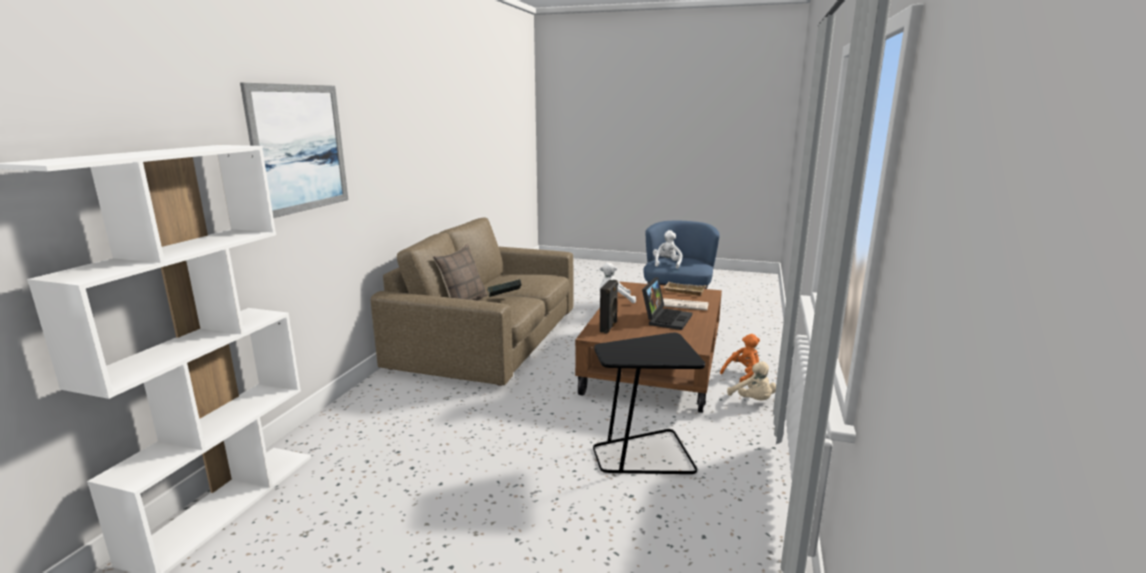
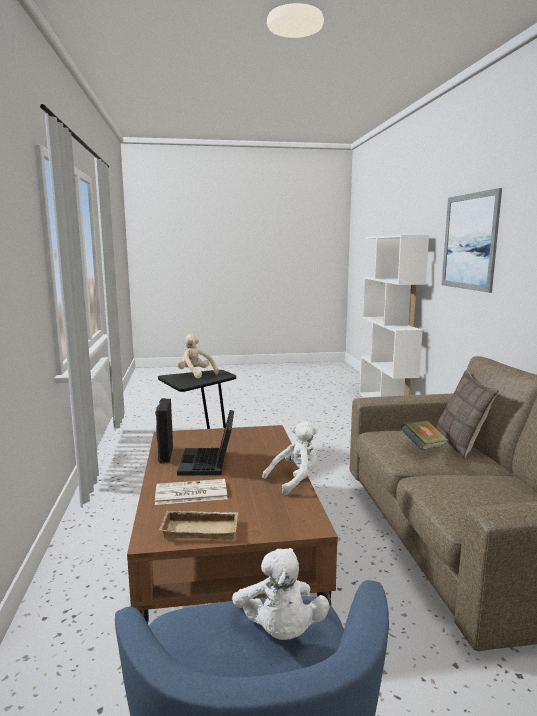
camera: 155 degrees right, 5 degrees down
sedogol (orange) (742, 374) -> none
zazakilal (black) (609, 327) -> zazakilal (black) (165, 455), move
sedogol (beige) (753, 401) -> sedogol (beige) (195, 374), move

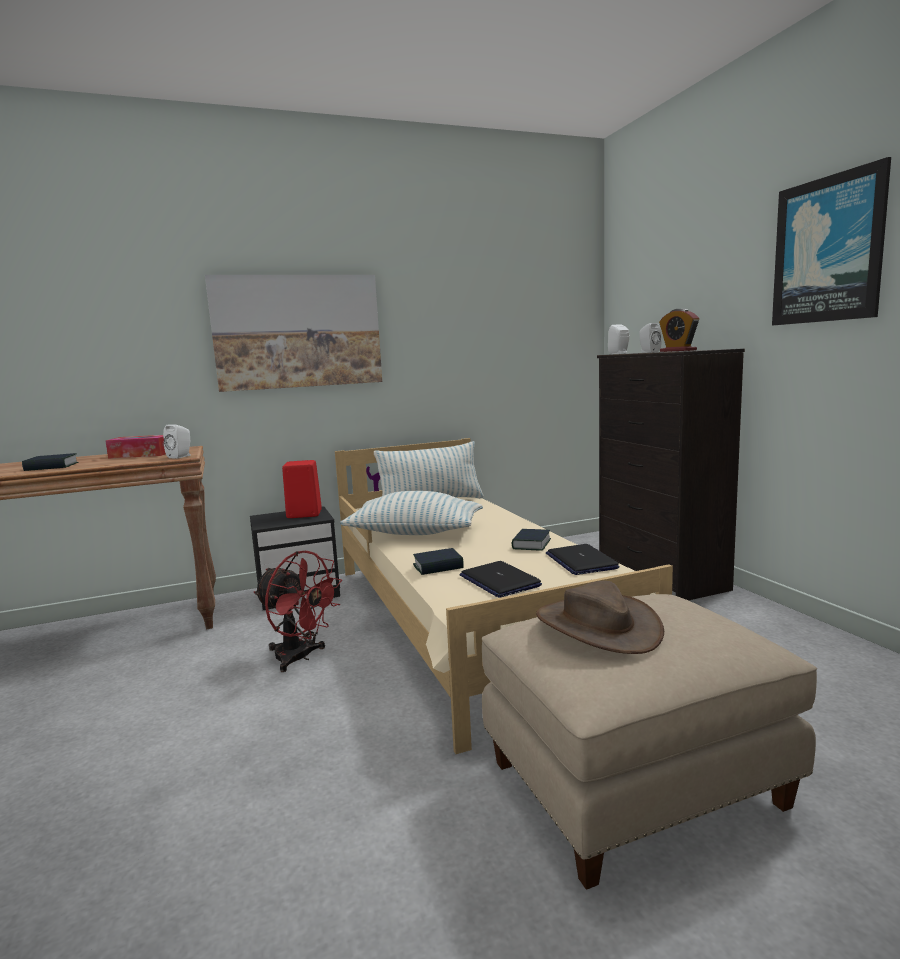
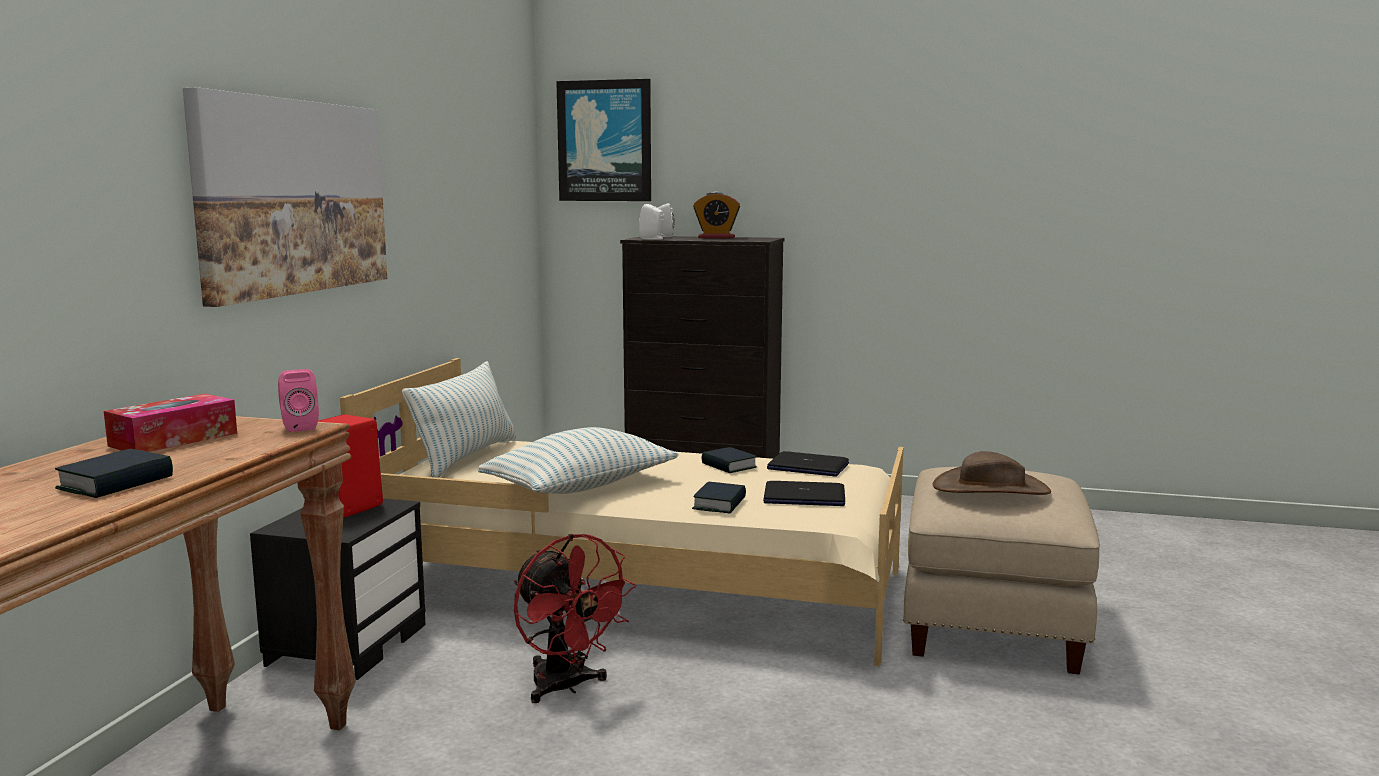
camera: 55 degrees left, 0 degrees up
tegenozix (828, 250) -> tegenozix (605, 141), move
zazakilal (white) (181, 456) -> zazakilal (pink) (298, 427)
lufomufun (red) (300, 658) -> lufomufun (red) (566, 687), 75 degrees clockwise

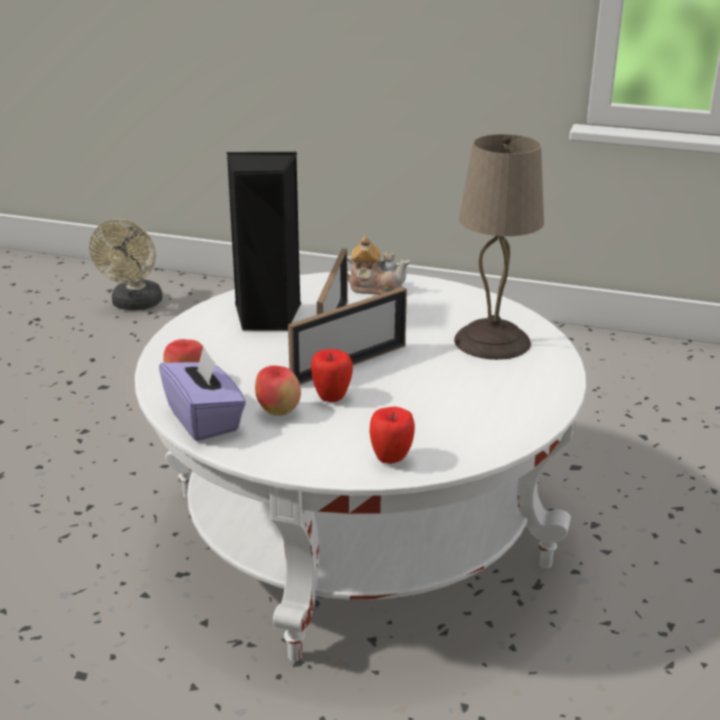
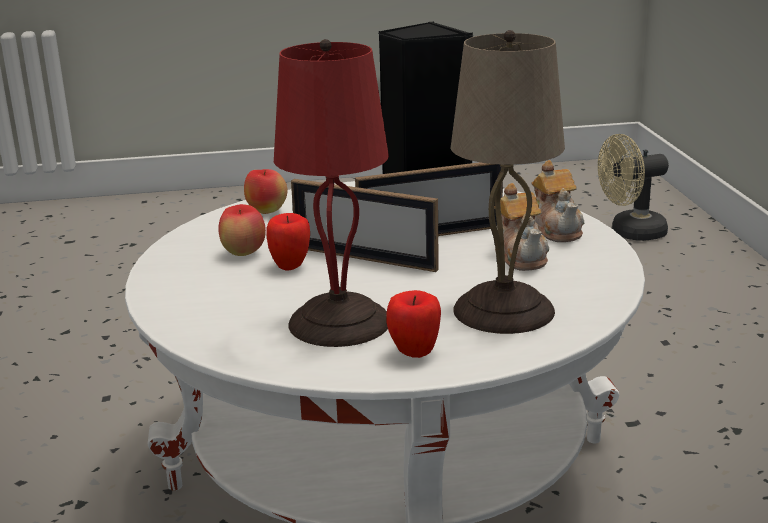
camera: 65 degrees right, 5 degrees down
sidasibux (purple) (204, 419) -> none
none -> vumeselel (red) (337, 322)
none -> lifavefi (521, 256)
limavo (391, 459) -> limavo (414, 353), move

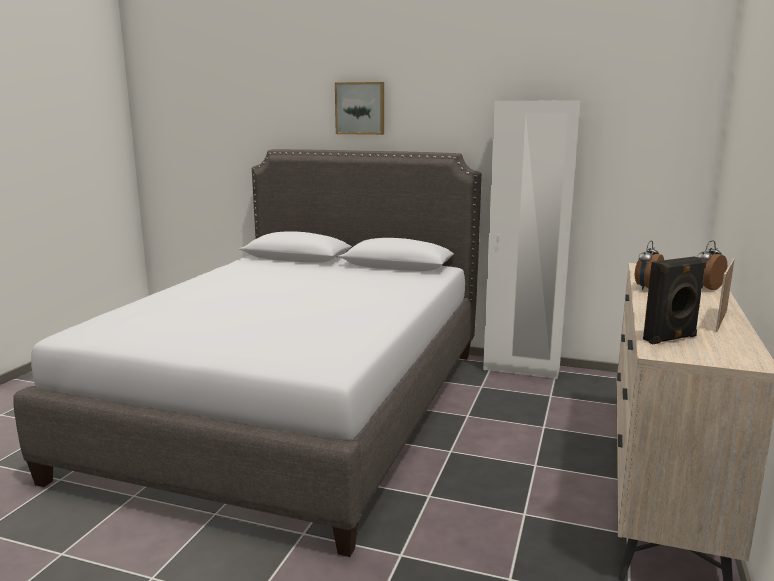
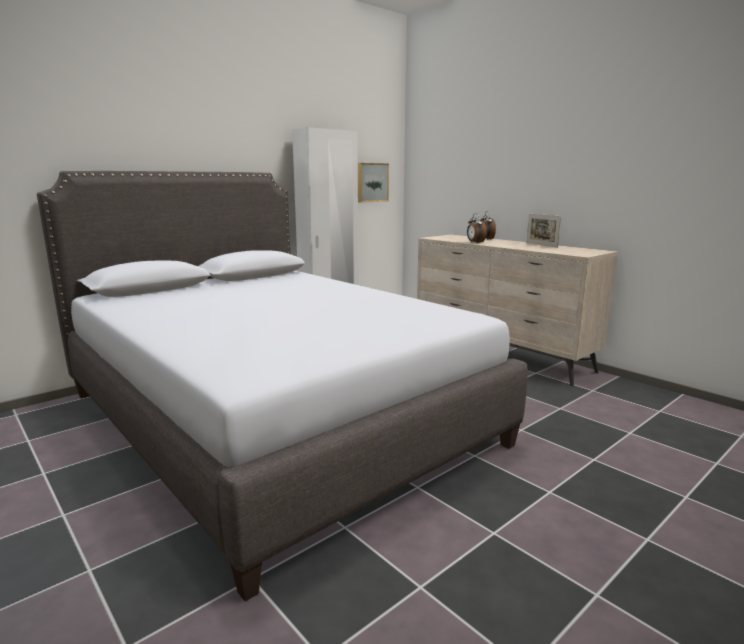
camera: 60 degrees left, 0 degrees up
zazakilal (black) (671, 338) -> none
tegenozix (360, 108) -> tegenozix (371, 182), move

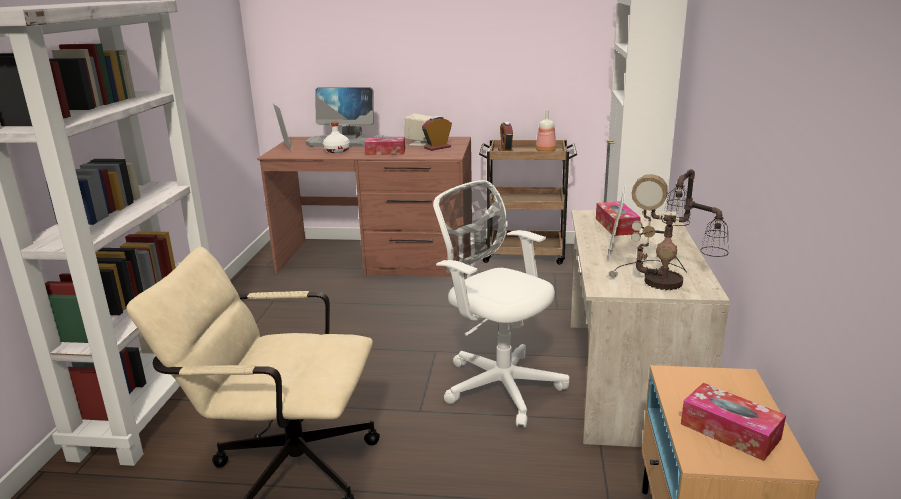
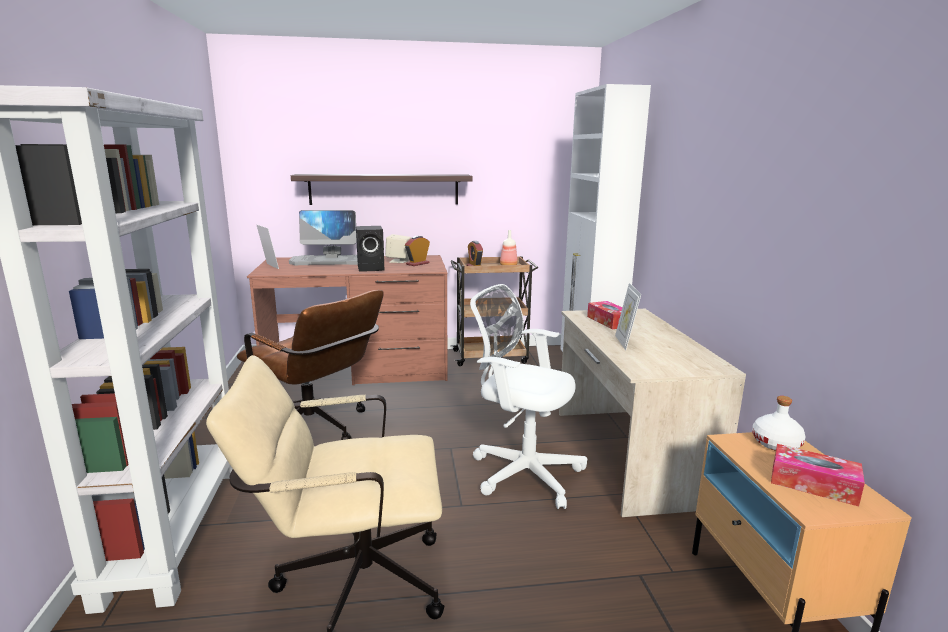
camera: 15 degrees left, 5 degrees down
vumeselel (665, 283) -> none
none -> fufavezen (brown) (317, 429)
none -> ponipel (384, 189)
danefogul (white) (337, 151) -> danefogul (white) (776, 443), move
sidasibux (385, 152) -> zazakilal (black) (372, 268)

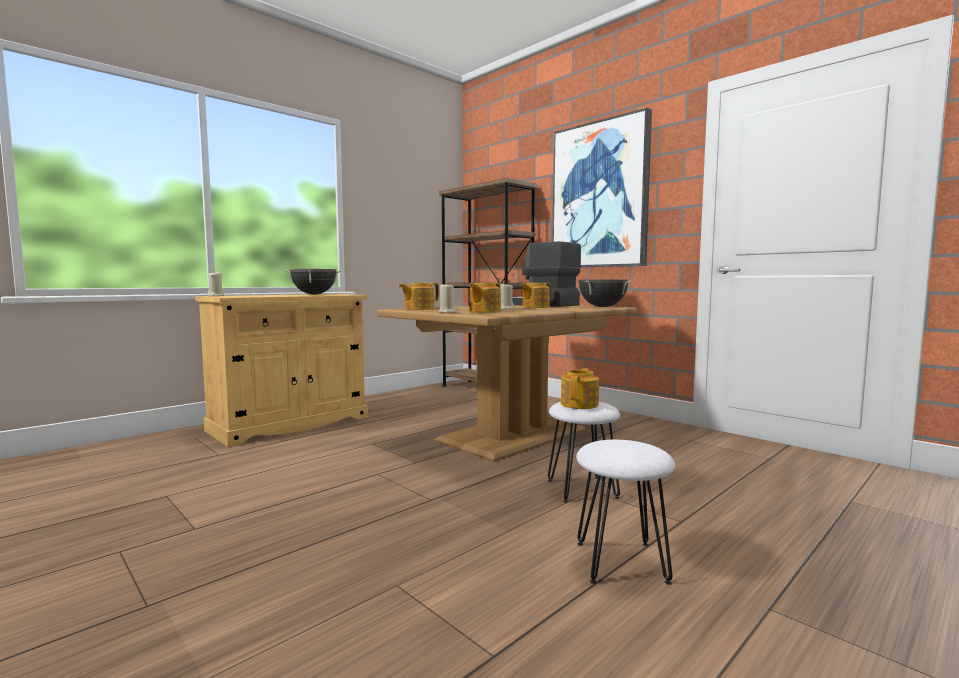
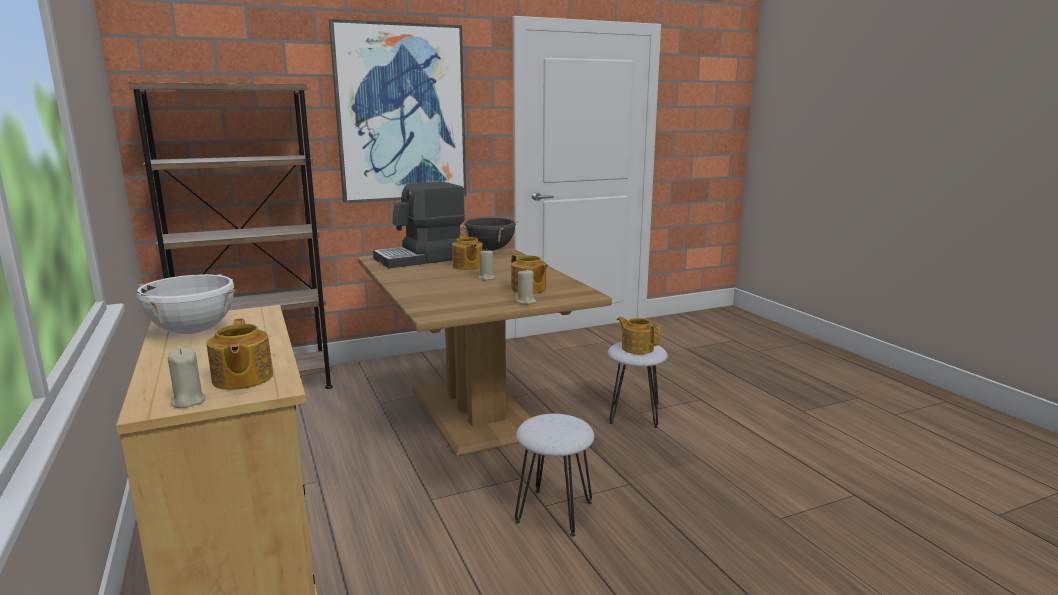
camera: 70 degrees left, 10 degrees up
lifavefi (419, 309) -> lifavefi (242, 379), move
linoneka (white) (620, 562) -> linoneka (white) (553, 512), move
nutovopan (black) (314, 294) -> nutovopan (white) (192, 331)

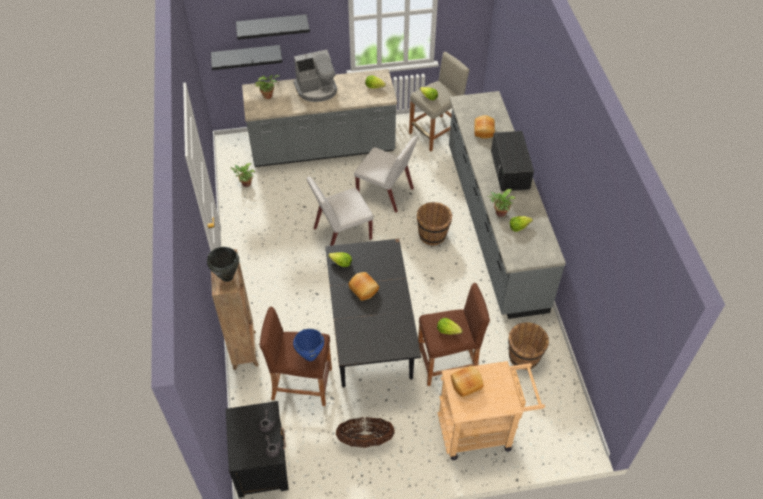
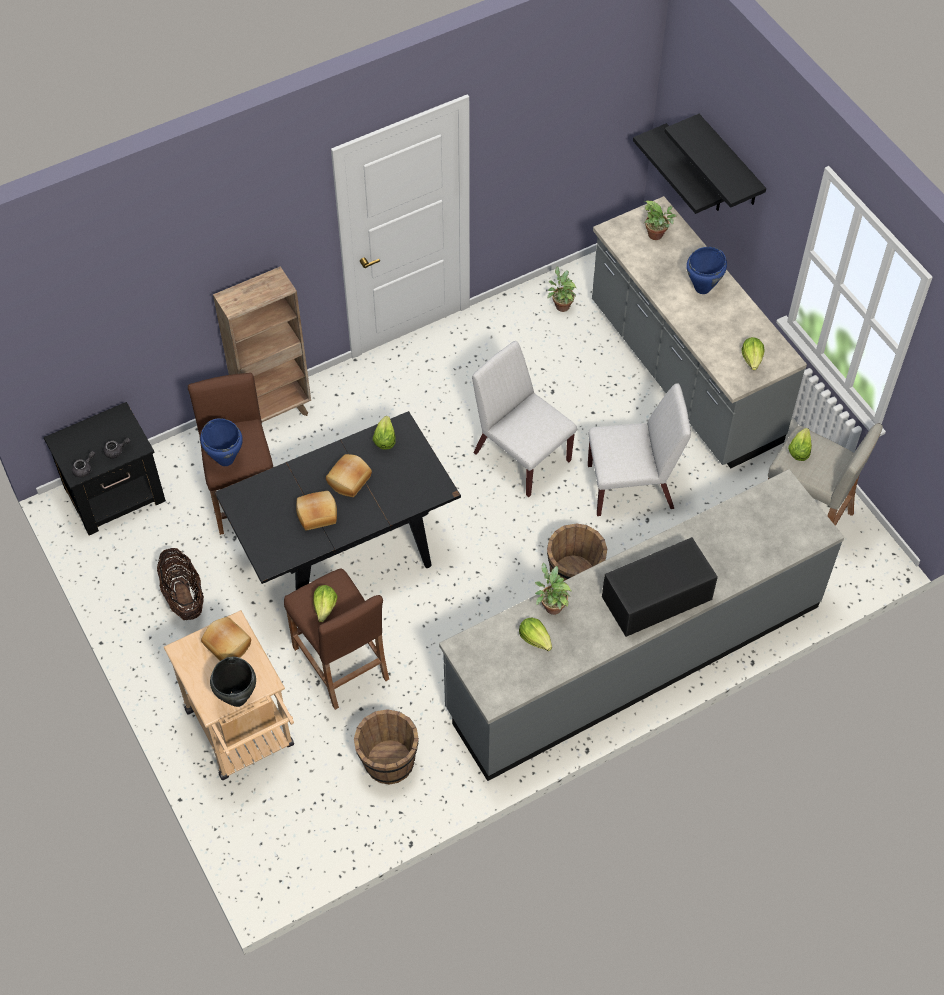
camera: 70 degrees right, 5 degrees up
nutovopan (black) (227, 277) -> nutovopan (black) (237, 699), move
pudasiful (483, 131) -> pudasiful (317, 514), move
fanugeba (317, 89) -> nutovopan (blue) (703, 288)
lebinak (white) (386, 193) -> lebinak (white) (631, 486), 105 degrees counterclockwise

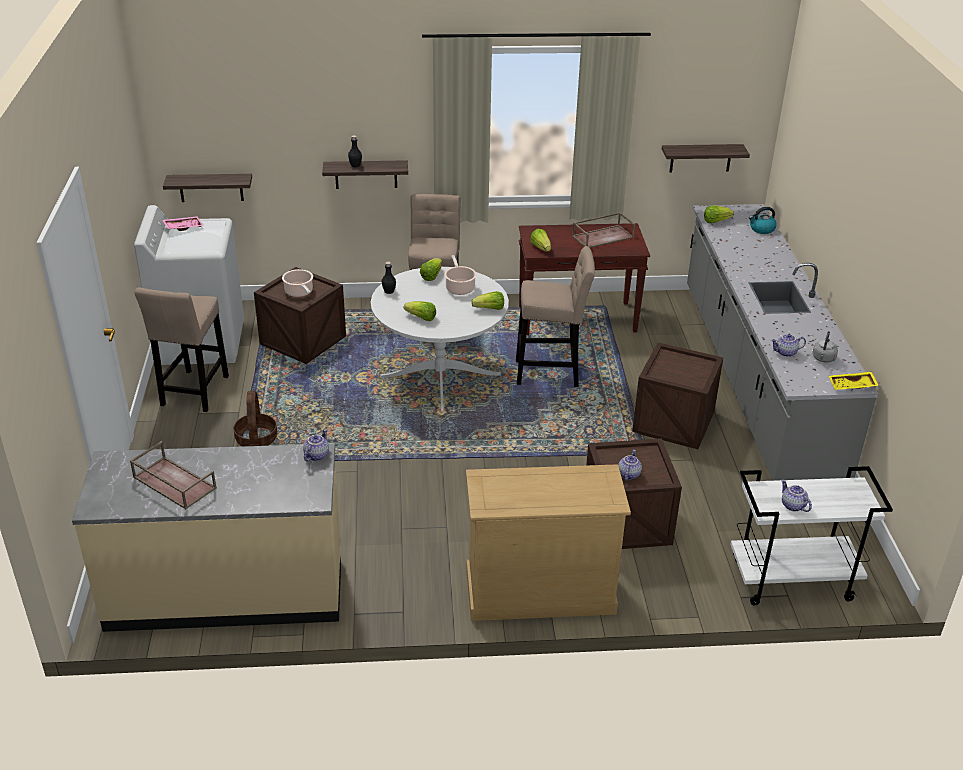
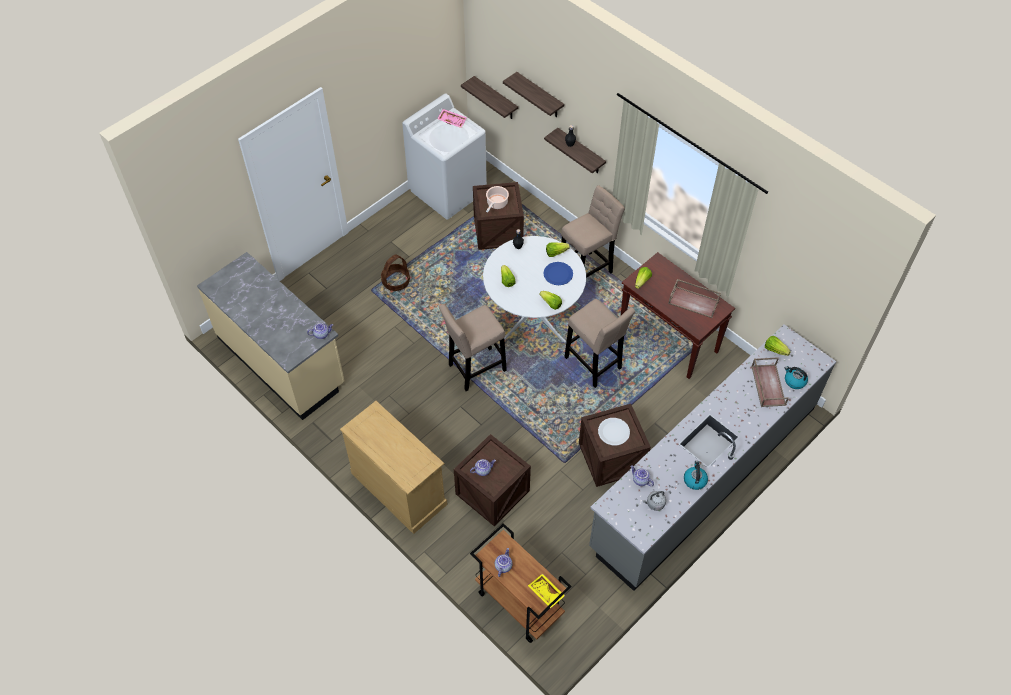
camera: 50 degrees right, 20 degrees up
none -> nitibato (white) (613, 432)
none -> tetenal (694, 480)
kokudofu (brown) (173, 483) -> kokudofu (brown) (767, 385), move
linoneka (beige) (193, 393) -> linoneka (beige) (474, 369), move
ponipel (700, 158) -> ponipel (539, 96), move
kokudofu (yellow) (852, 386) -> kokudofu (yellow) (545, 593), move
nutovopan (459, 287) -> nitibato (blue) (558, 274)
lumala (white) (791, 581) -> lumala (brown) (518, 603)

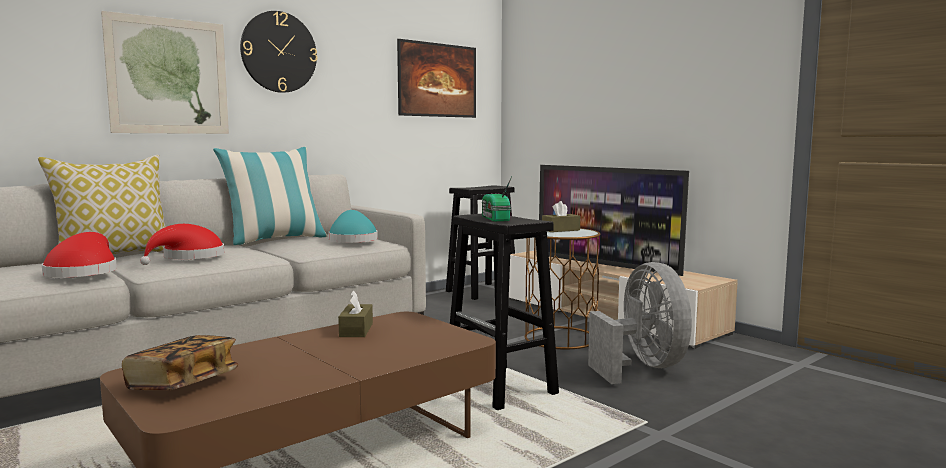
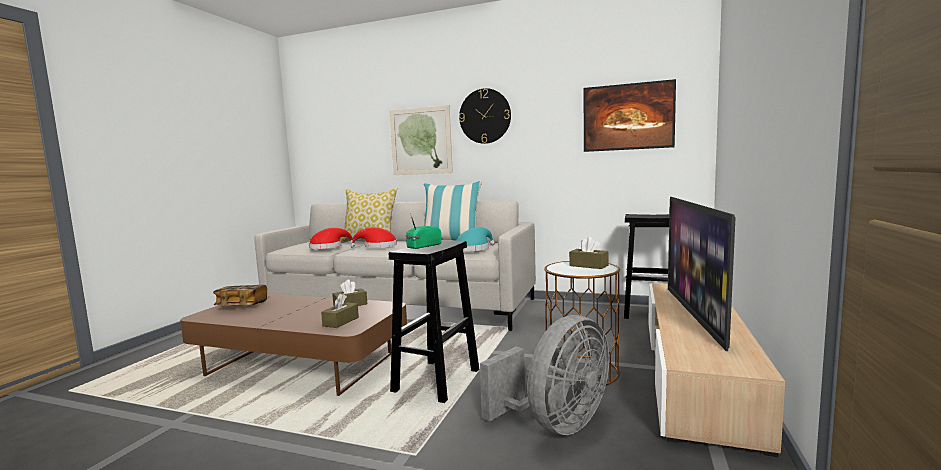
camera: 60 degrees right, 0 degrees up
none -> sidasibux (brown) (341, 321)

